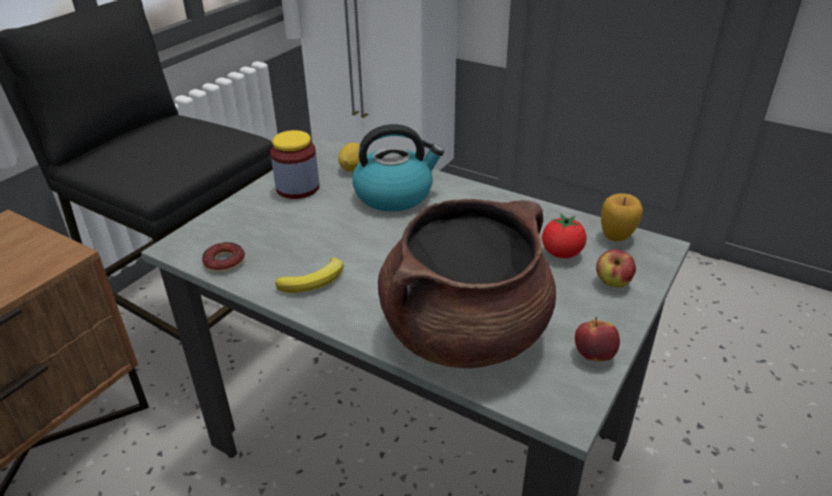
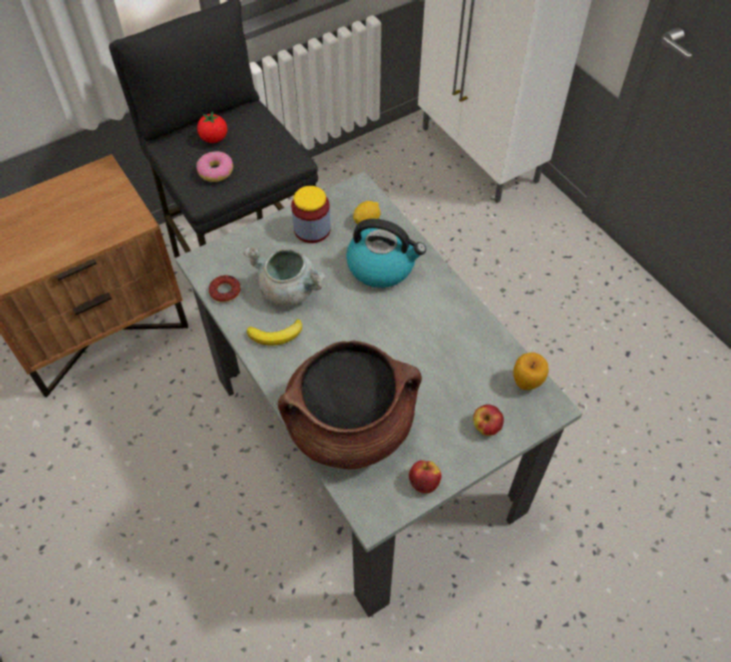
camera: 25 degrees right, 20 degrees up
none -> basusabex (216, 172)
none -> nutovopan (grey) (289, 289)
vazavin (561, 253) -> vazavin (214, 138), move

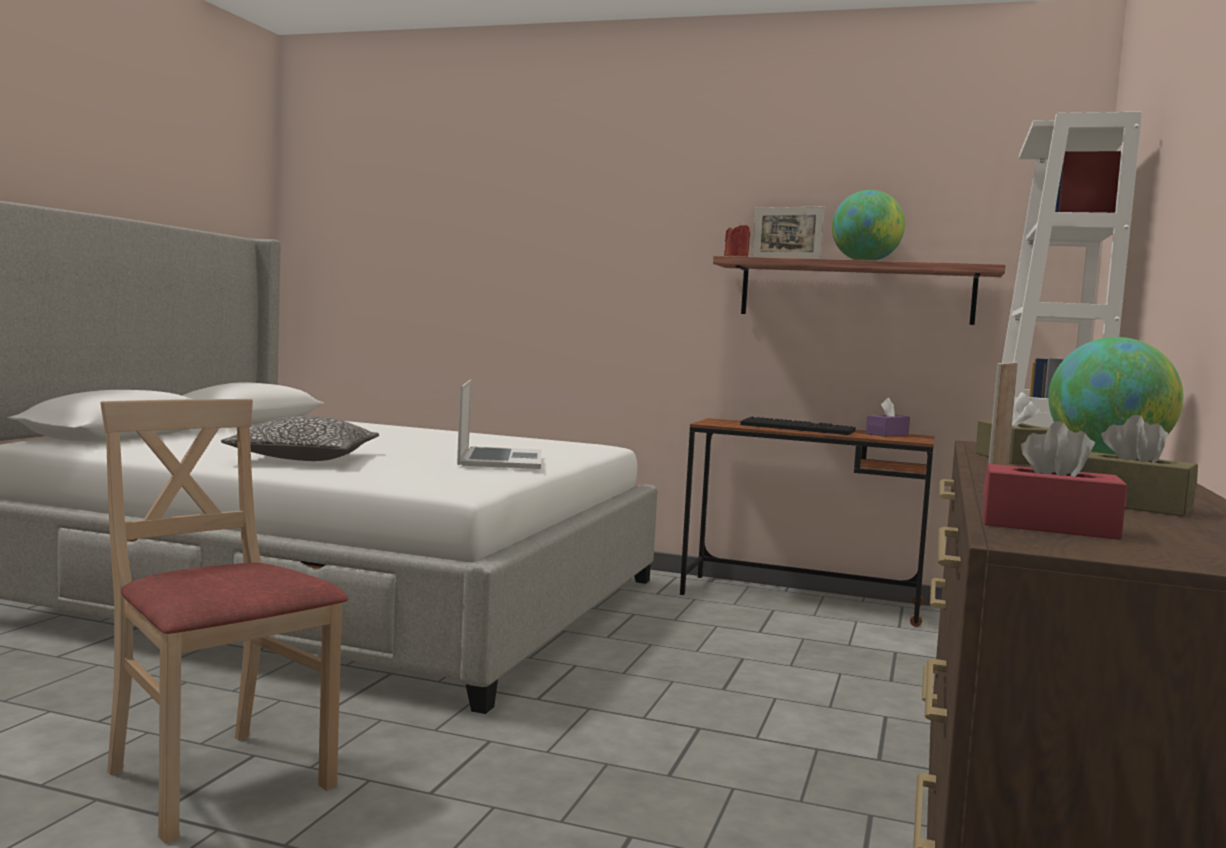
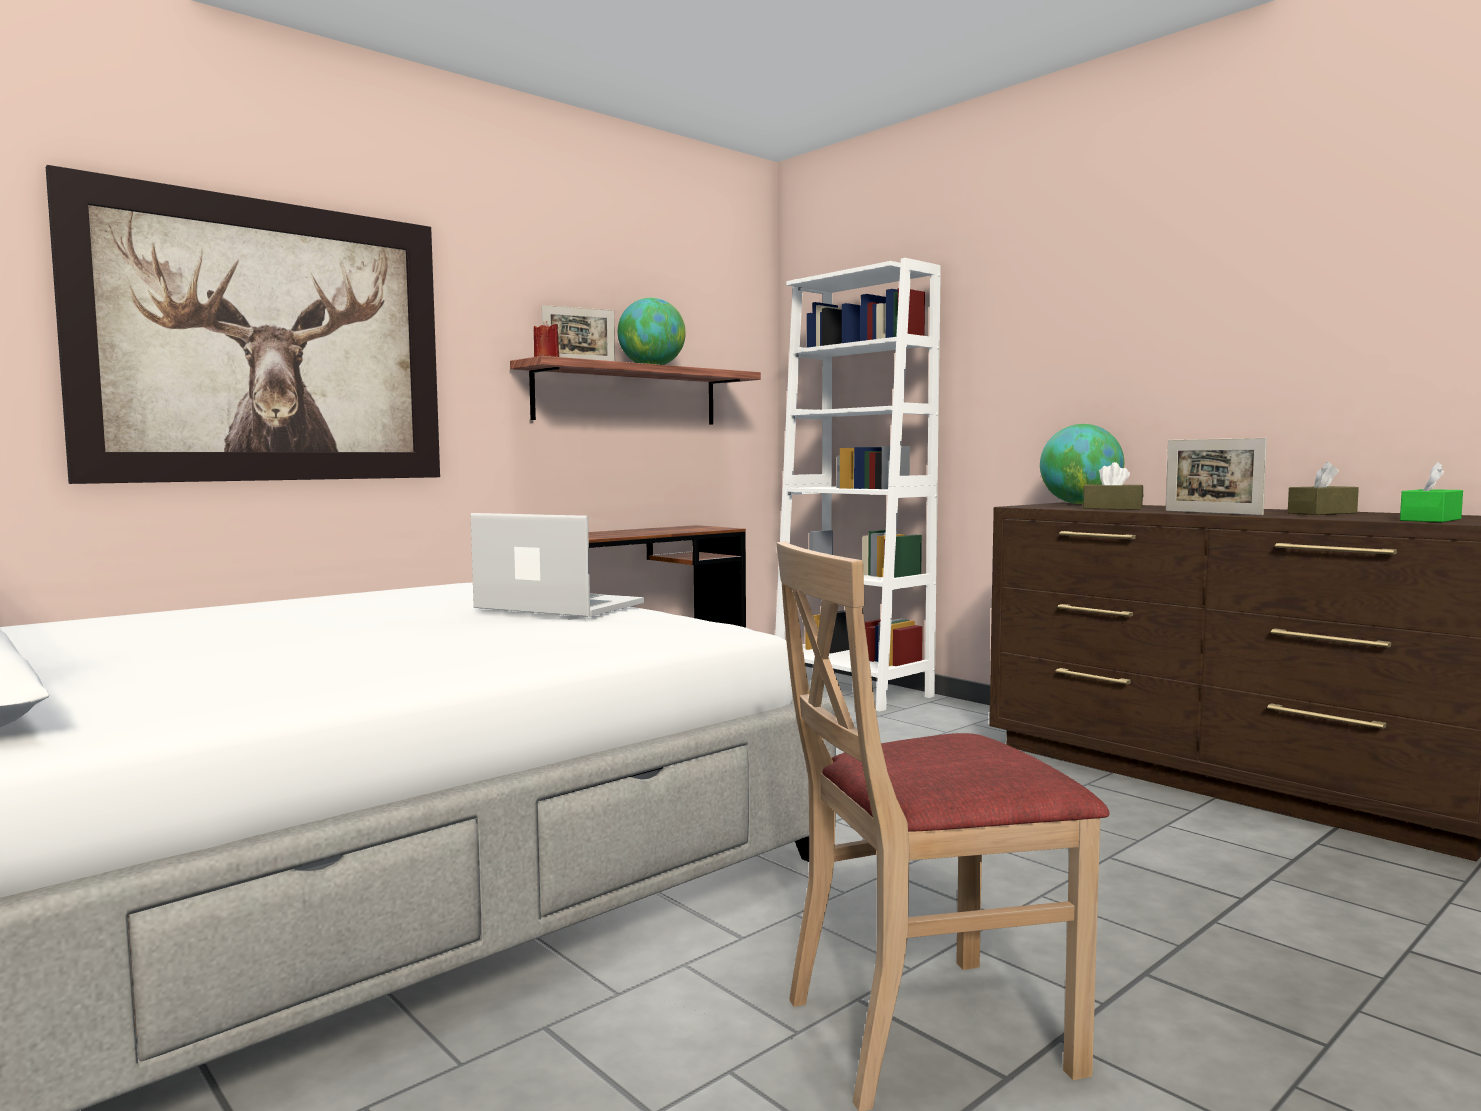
camera: 60 degrees left, 0 degrees up
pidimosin (304, 458) -> none
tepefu (799, 428) -> none
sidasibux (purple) (887, 434) -> none
none -> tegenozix (266, 342)
sidasibux (red) (1048, 526) -> sidasibux (green) (1430, 520)

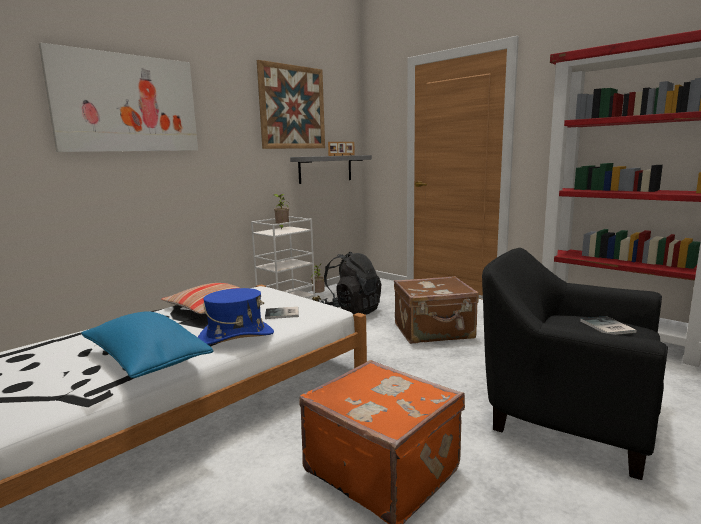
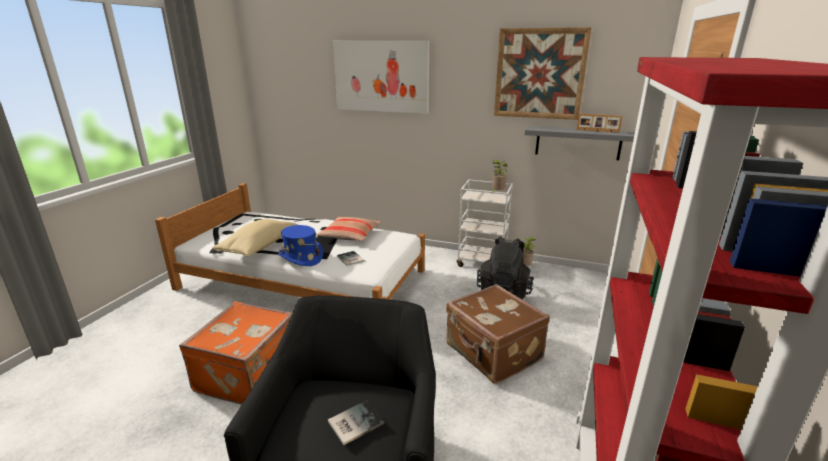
camera: 65 degrees right, 10 degrees up
pidimosin (blue) (146, 361) -> pidimosin (beige) (259, 246)

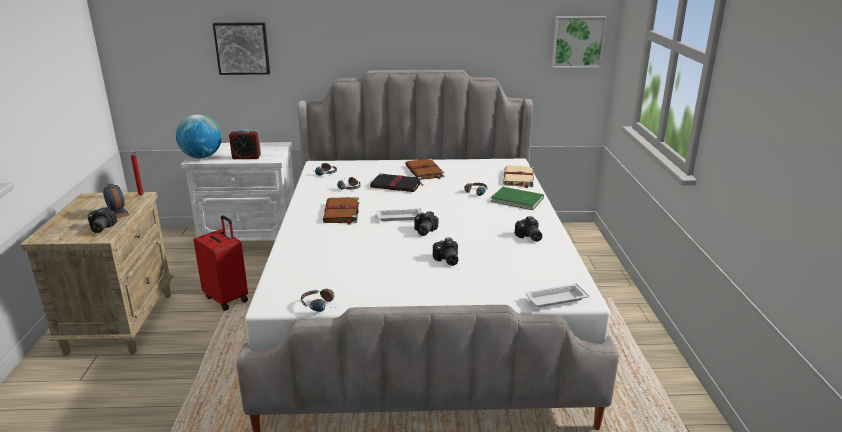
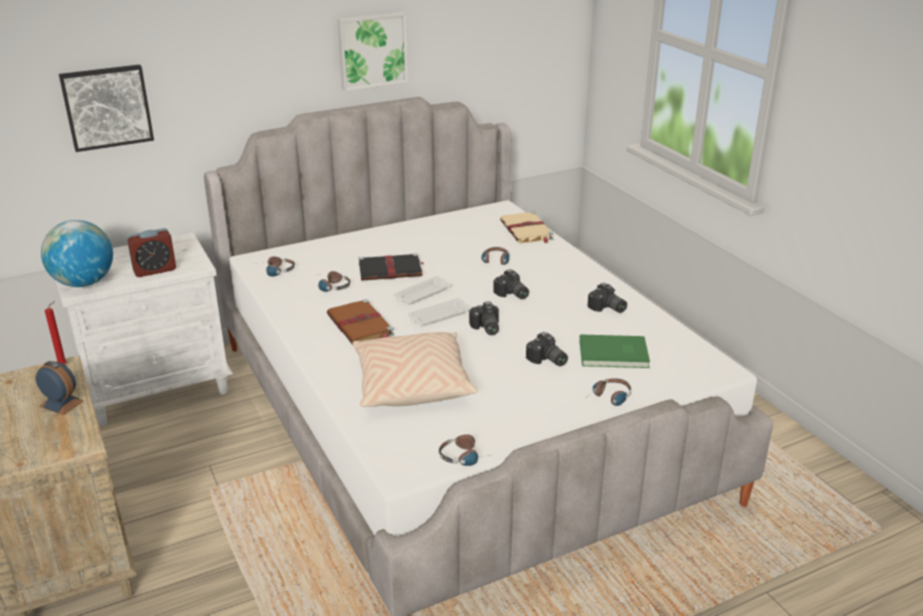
camera: 25 degrees left, 5 degrees up
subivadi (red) (227, 298) -> none
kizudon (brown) (424, 171) -> none
none -> pidimosin (beige) (411, 385)
none -> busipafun (609, 398)
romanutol (100, 228) -> romanutol (511, 294), move
kizudon (green) (517, 200) -> kizudon (green) (614, 354), move
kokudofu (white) (555, 299) -> kokudofu (white) (421, 294), move
tegenozix (577, 42) -> tegenozix (372, 50), move

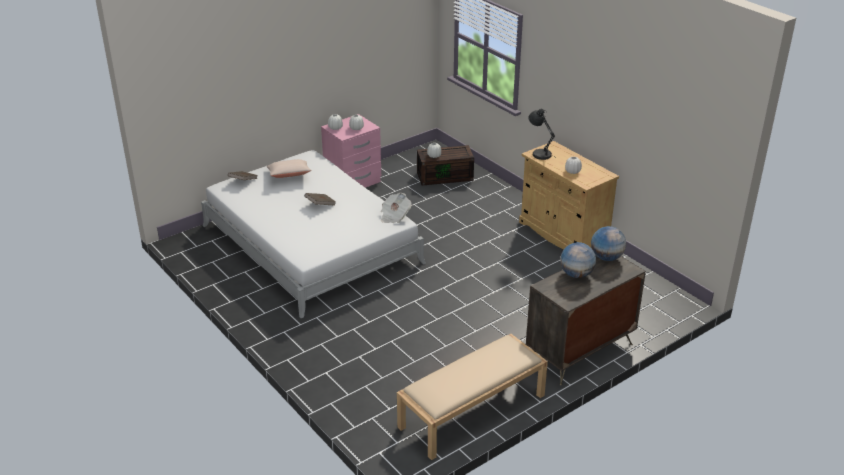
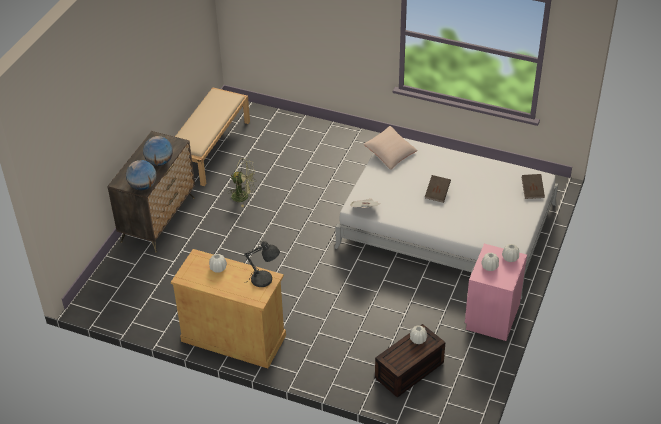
camera: 150 degrees right, 10 degrees up
none -> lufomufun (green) (244, 196)
pidimosin (beige) (289, 175) -> pidimosin (beige) (390, 153), move

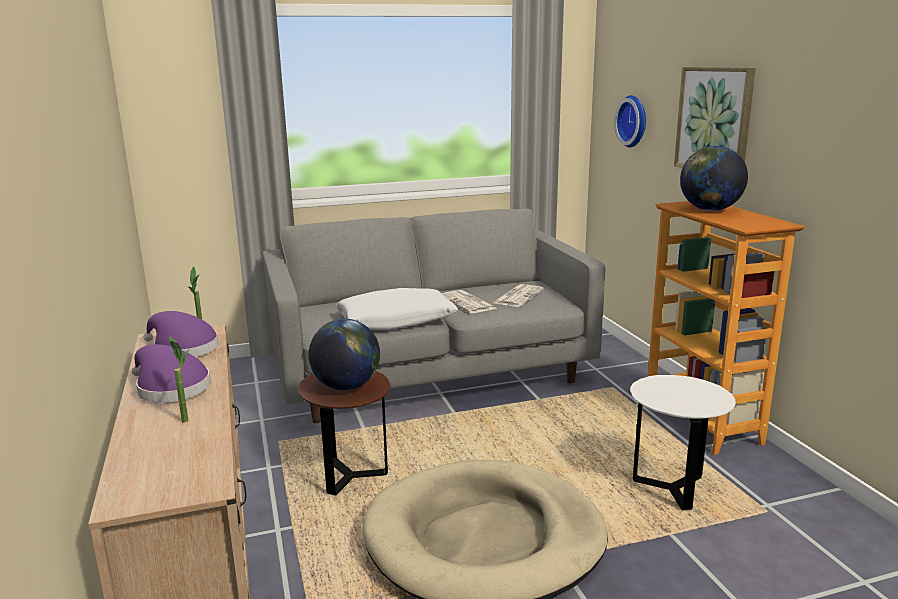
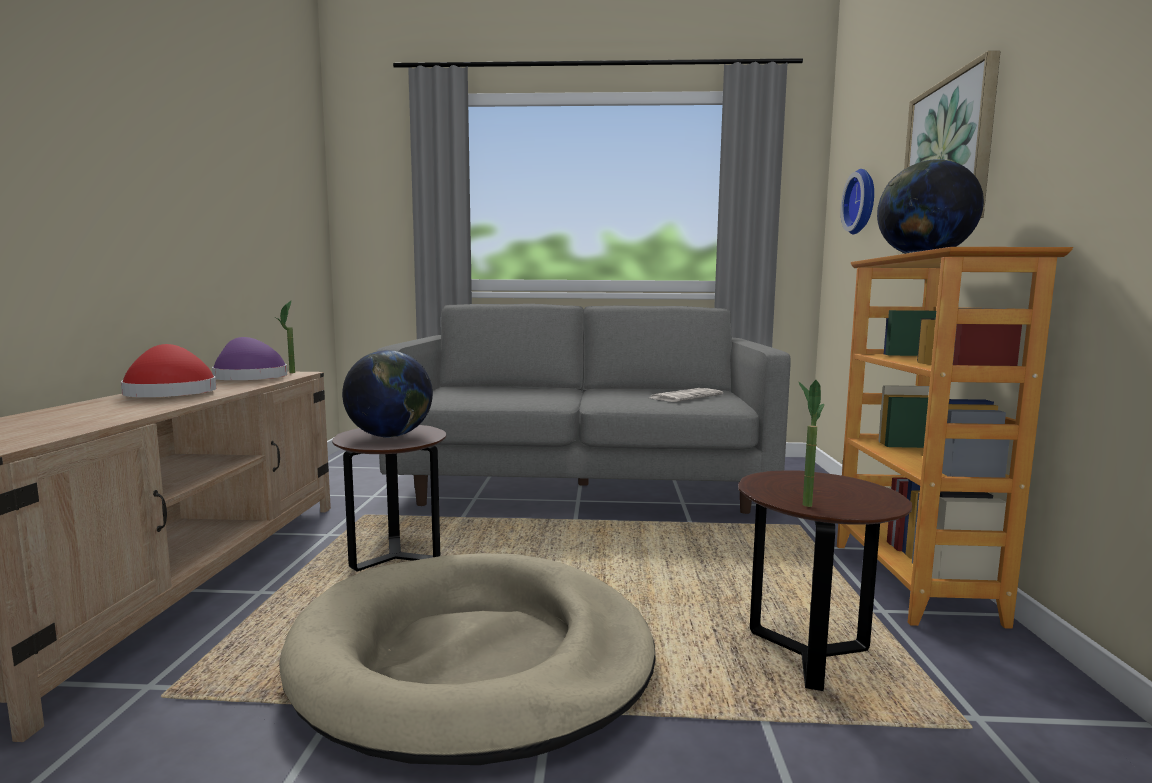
camera: 20 degrees right, 10 degrees down
pidimosin (white) (396, 321) -> none
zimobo (468, 303) -> none
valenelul (185, 417) -> valenelul (804, 502), move
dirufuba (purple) (170, 388) -> dirufuba (red) (170, 393)
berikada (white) (672, 489) -> berikada (brown) (809, 656)

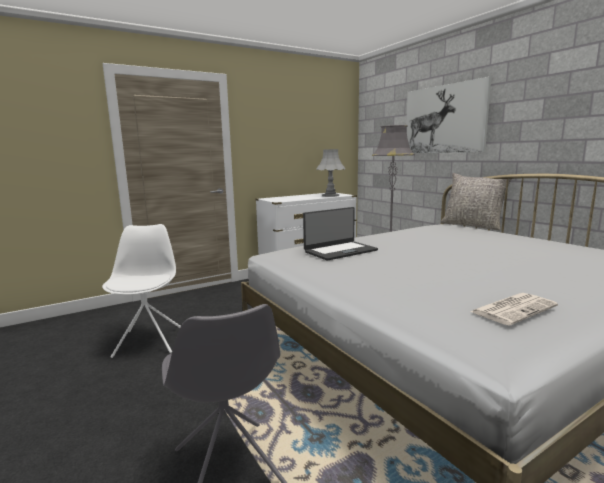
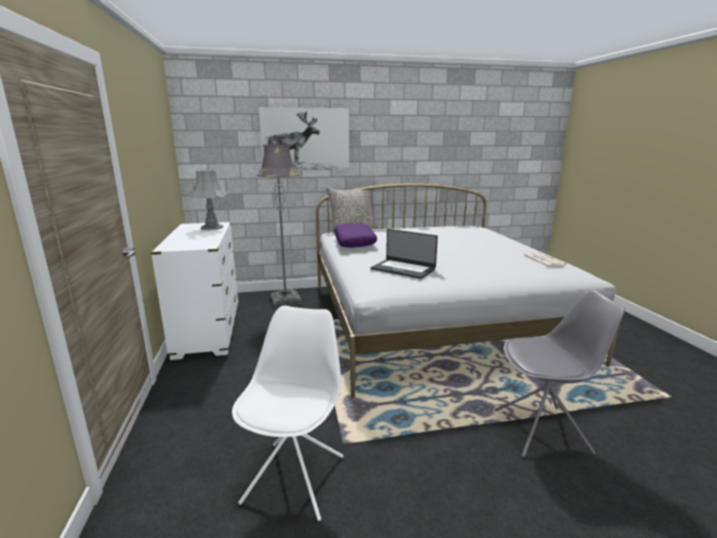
camera: 70 degrees left, 5 degrees up
none -> pidimosin (purple) (354, 242)
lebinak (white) (149, 341) -> lebinak (white) (295, 477), 90 degrees clockwise
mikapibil (340, 251) -> mikapibil (403, 269), 135 degrees clockwise

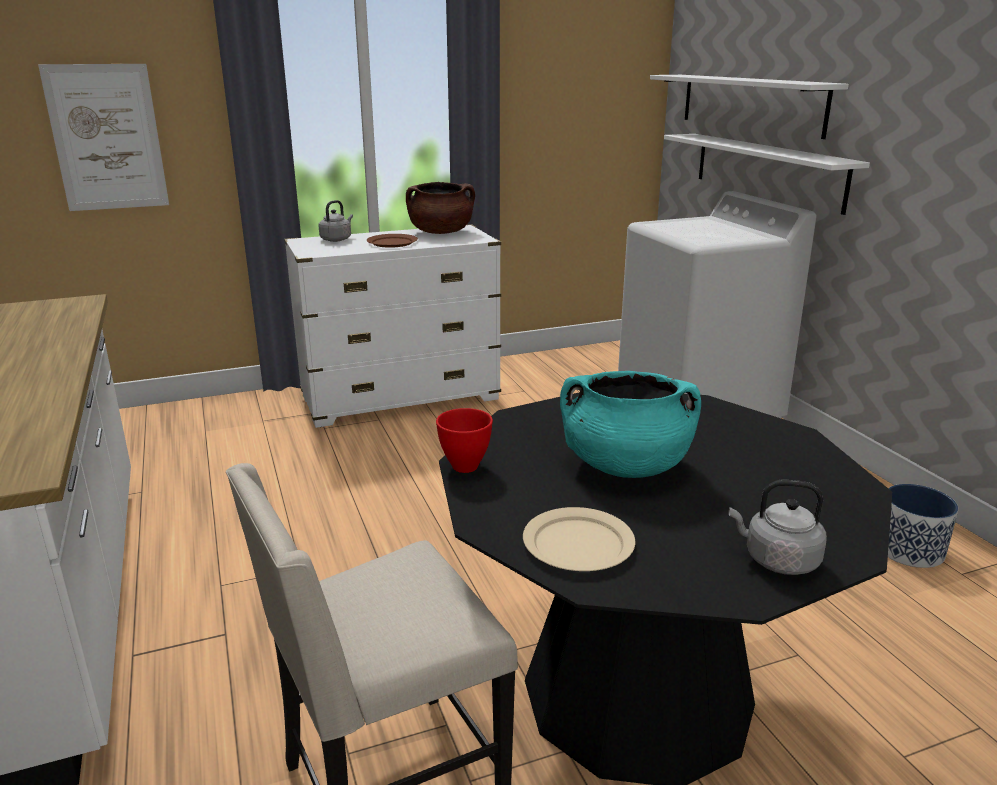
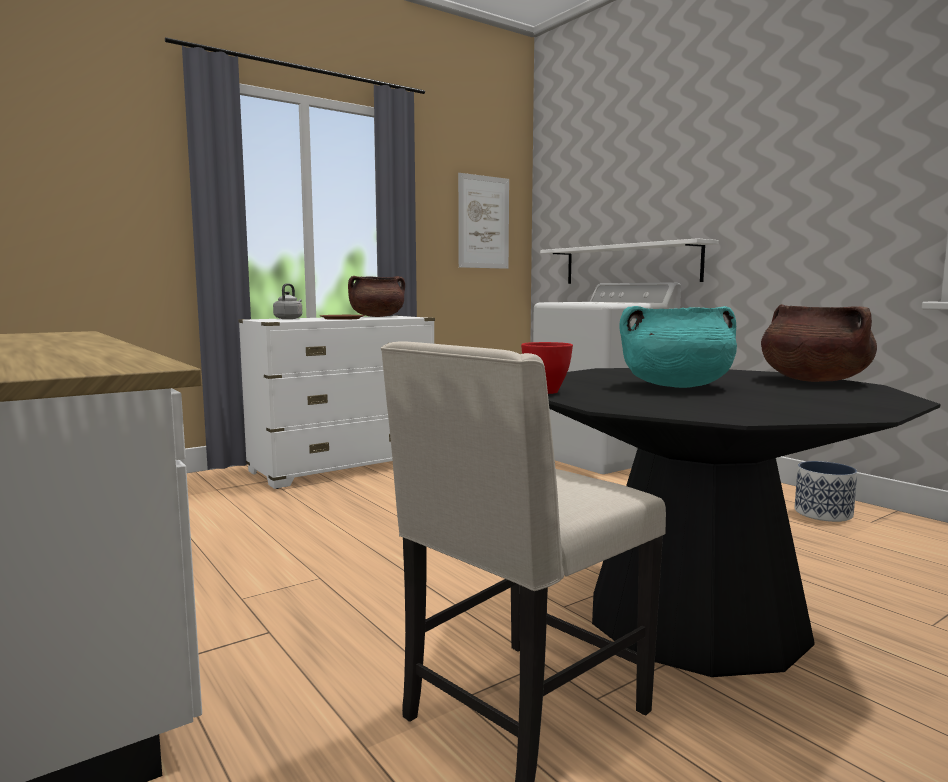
camera: 15 degrees left, 15 degrees down
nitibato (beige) (578, 544) -> none
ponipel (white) (750, 103) -> none
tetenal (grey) (777, 560) -> none
none -> nutovopan (brown) (813, 380)
tegenozix (107, 138) -> tegenozix (483, 222), move

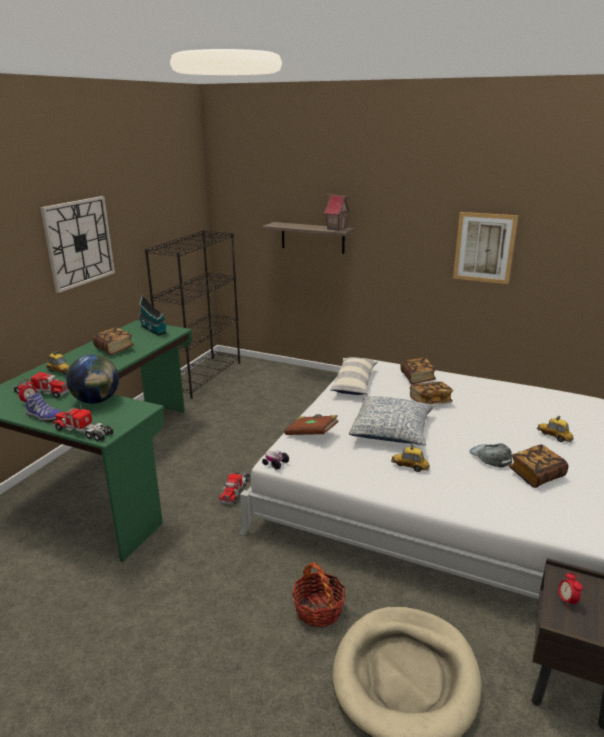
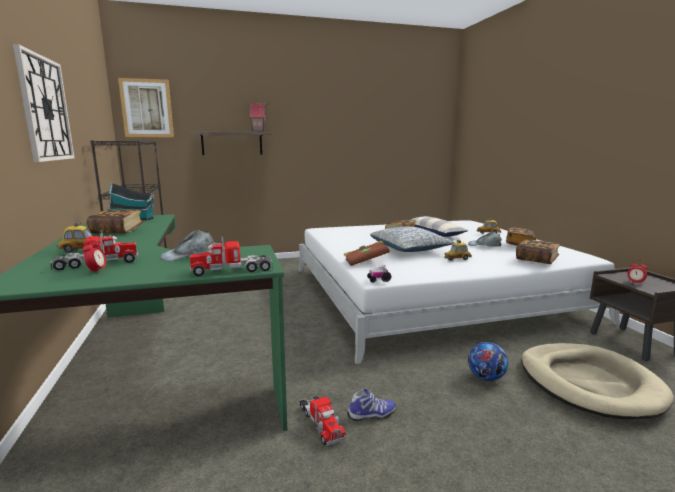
camera: 40 degrees left, 10 degrees down
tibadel (43, 417) -> tibadel (372, 415), move
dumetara (235, 490) -> dumetara (321, 423), move
pidimosin (354, 383) -> pidimosin (434, 233), move
kizudon (417, 378) -> kizudon (536, 259), move
tegenozix (484, 248) -> tegenozix (147, 108), move
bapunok (96, 401) -> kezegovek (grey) (189, 255)
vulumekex (318, 609) -> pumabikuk (486, 378)

